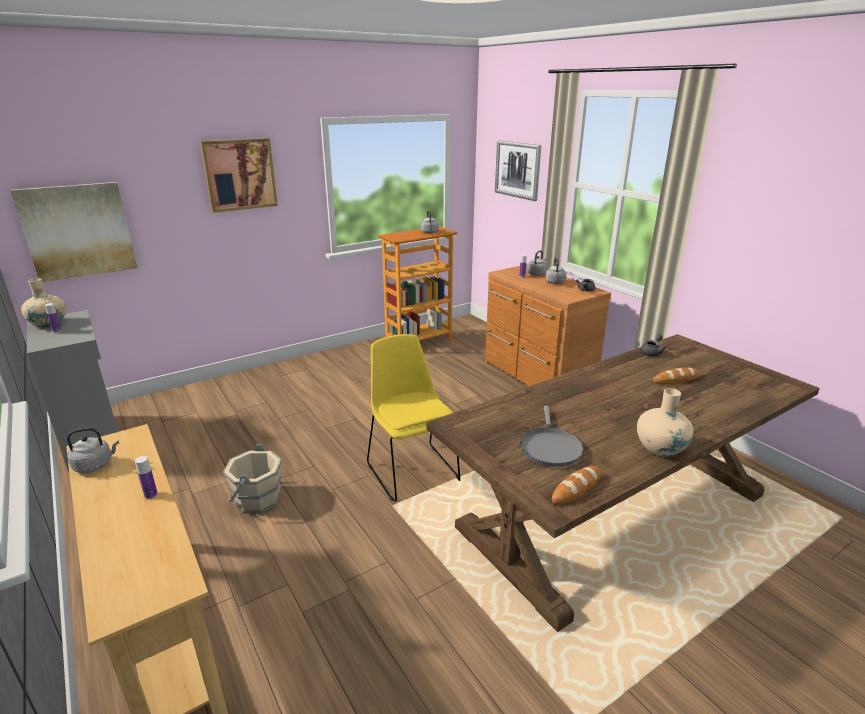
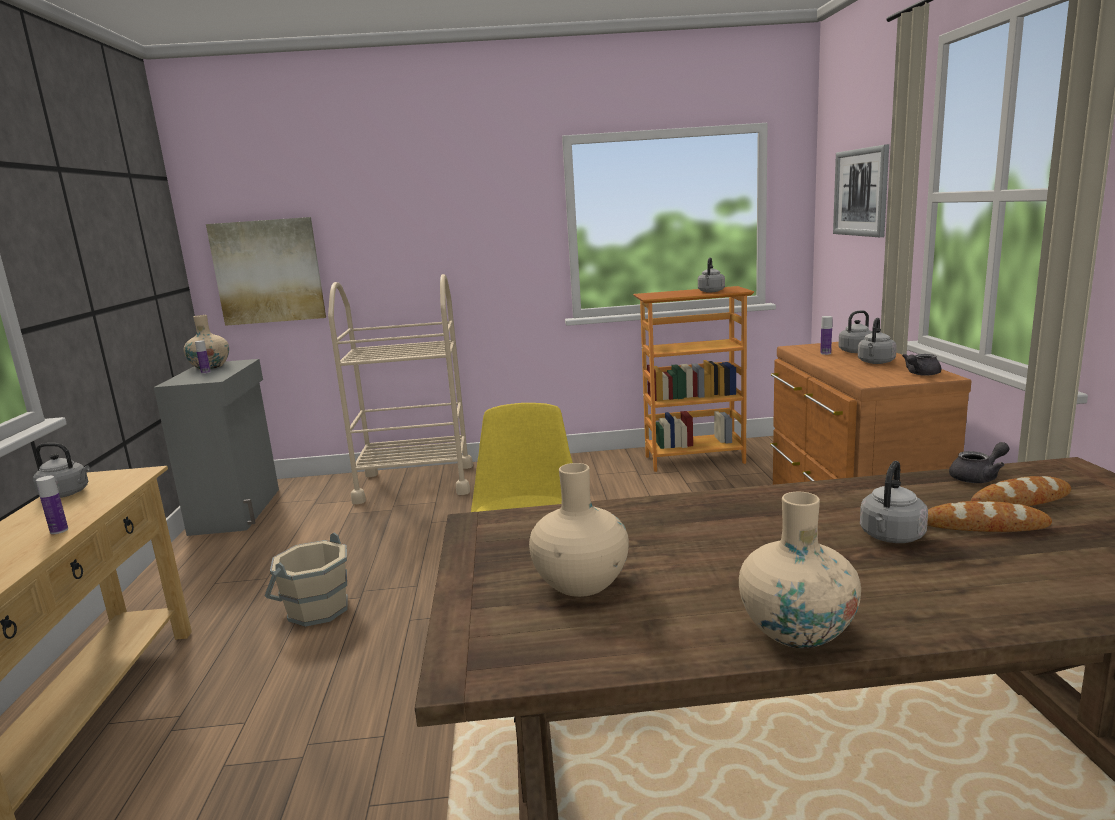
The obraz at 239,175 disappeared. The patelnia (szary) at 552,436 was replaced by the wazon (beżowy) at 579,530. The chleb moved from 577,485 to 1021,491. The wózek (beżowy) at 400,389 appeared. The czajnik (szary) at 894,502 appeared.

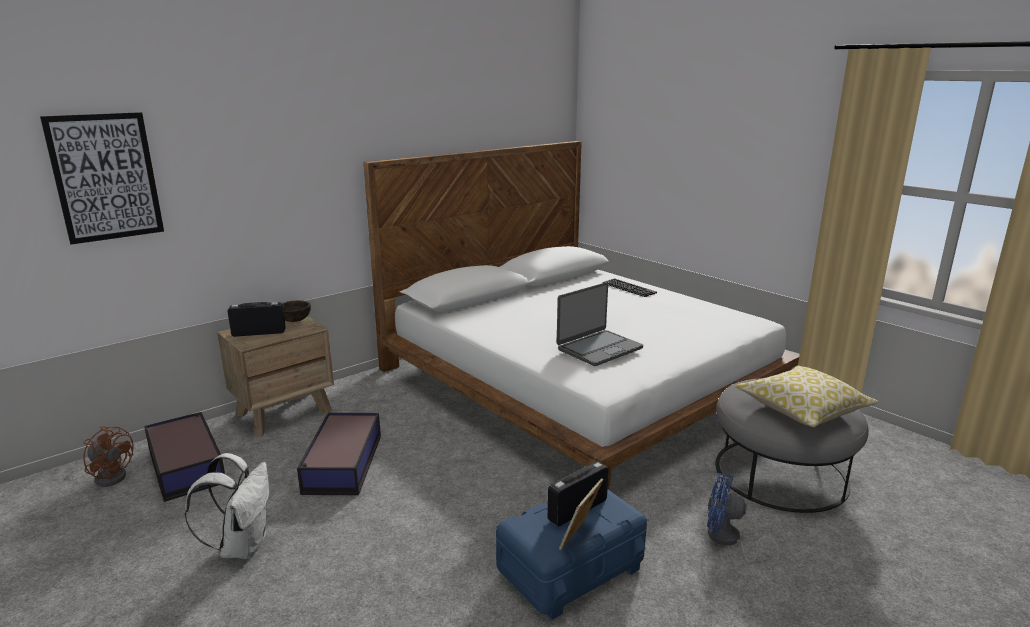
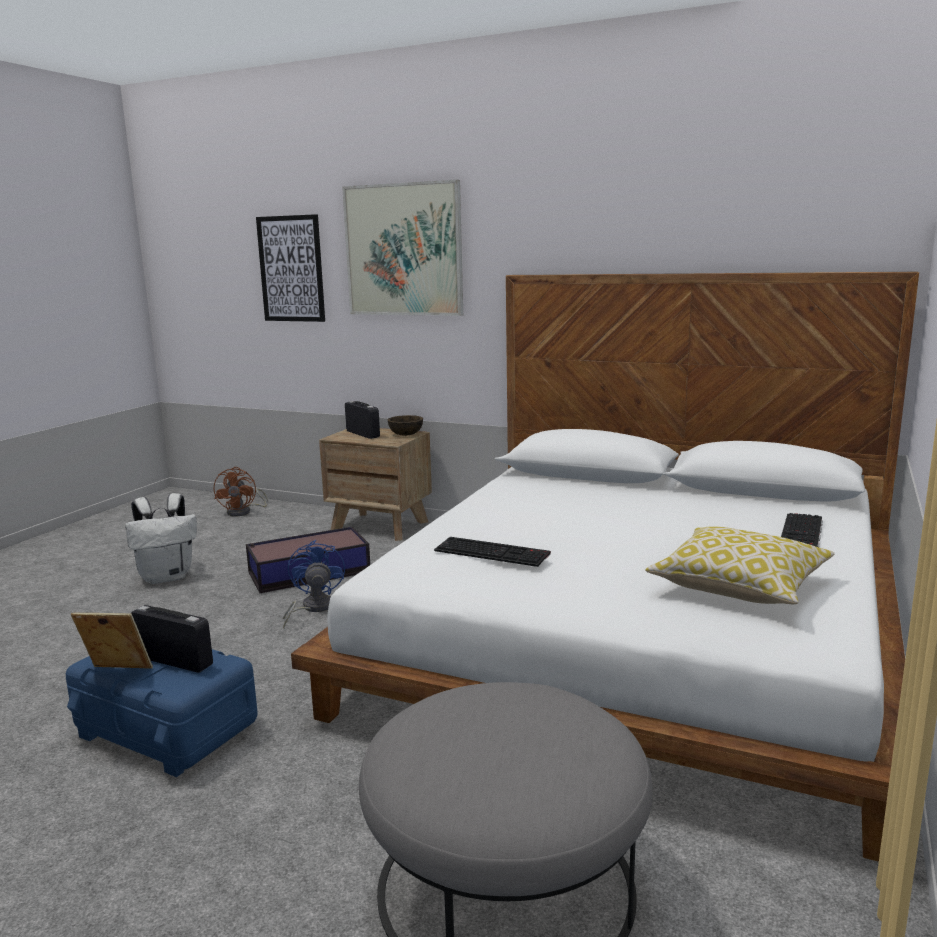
The laptop at 600,324 was replaced by the klawiatura at 492,552. The poduszka moved from 807,396 to 740,565. The pojemnik do przechowywania at 184,457 disappeared. The wentylator (niebieski) moved from 743,520 to 314,584. The obraz at 402,248 appeared.

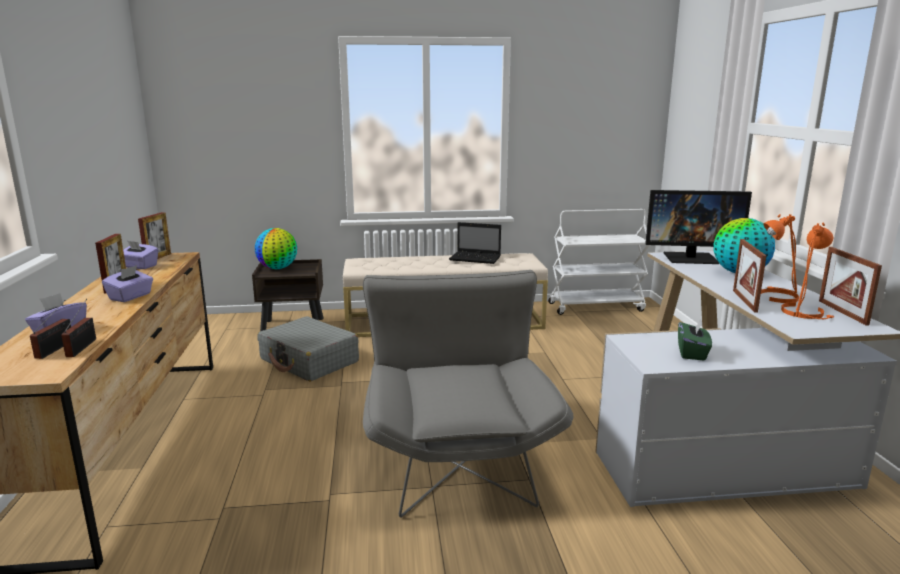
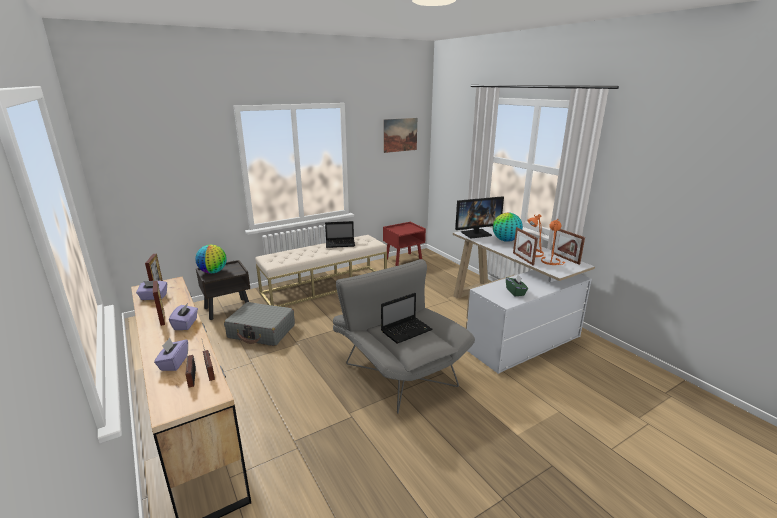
The wózek (biały) at 599,262 was replaced by the szafka nocna (czerwony) at 404,244. The obraz at 400,135 appeared. The laptop at 407,318 appeared.

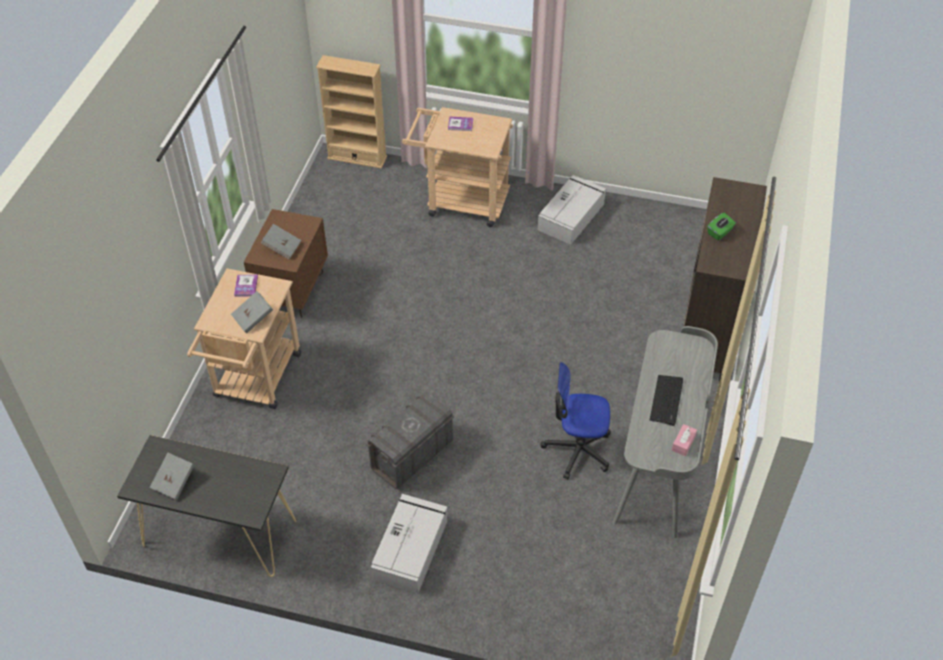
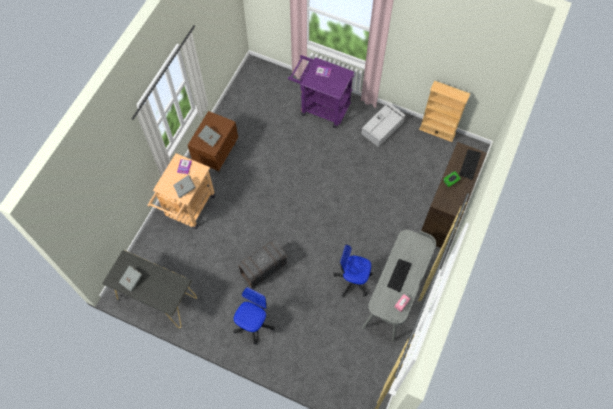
The regał (beżowy) moved from 351,112 to 444,111. The wózek (beżowy) at 457,167 became the wózek (fioletowy) at 321,91. The pojemnik do przechowywania (szary) at 409,544 was replaced by the krzesło biurowe at 254,315. The klawiatura at 470,164 appeared.

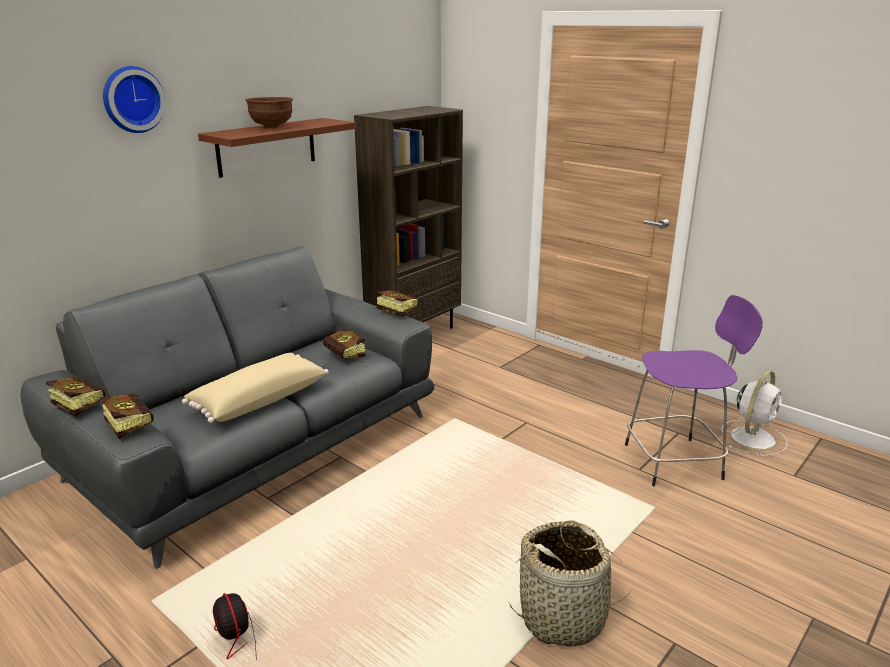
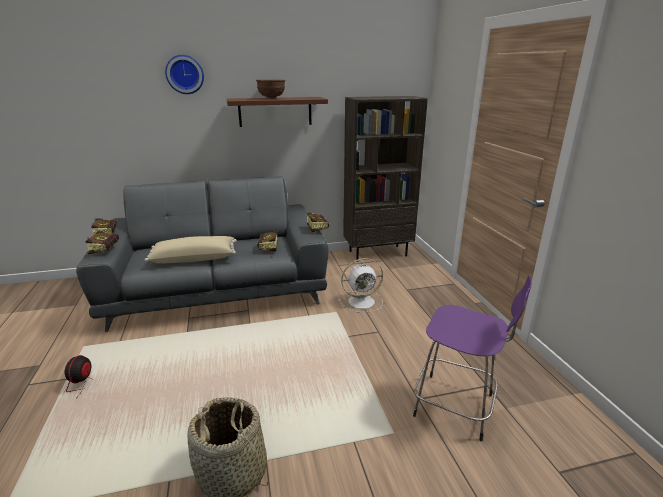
The wentylator (biały) moved from 754,413 to 360,285.

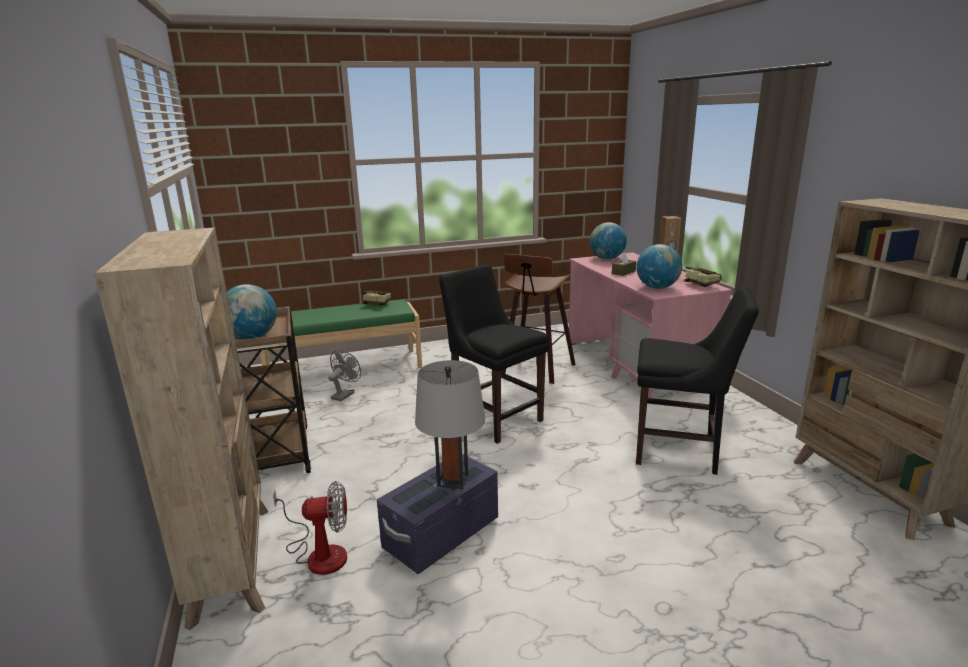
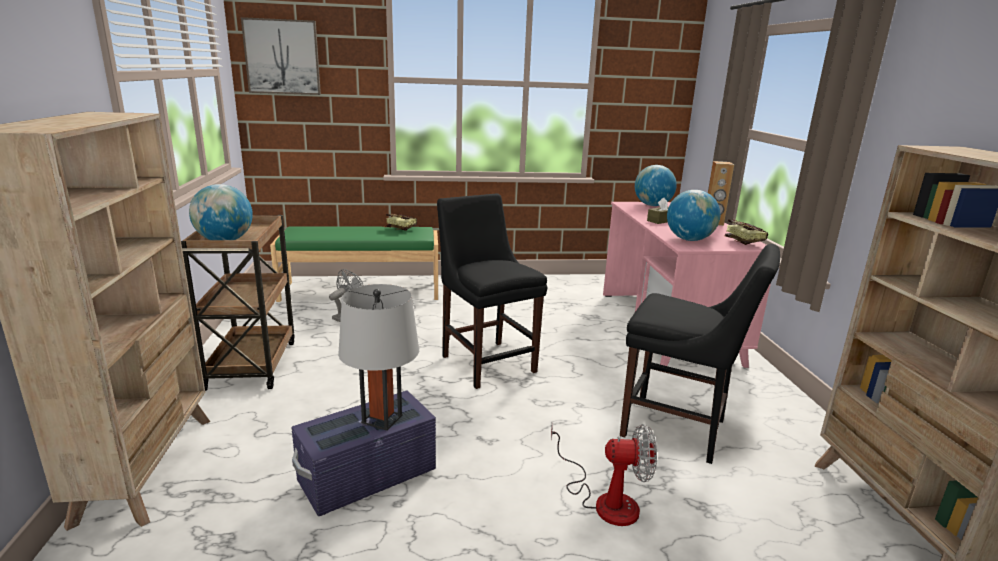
The stołek at 538,319 disappeared. The wentylator moved from 310,528 to 604,475. The obraz at 281,56 appeared.

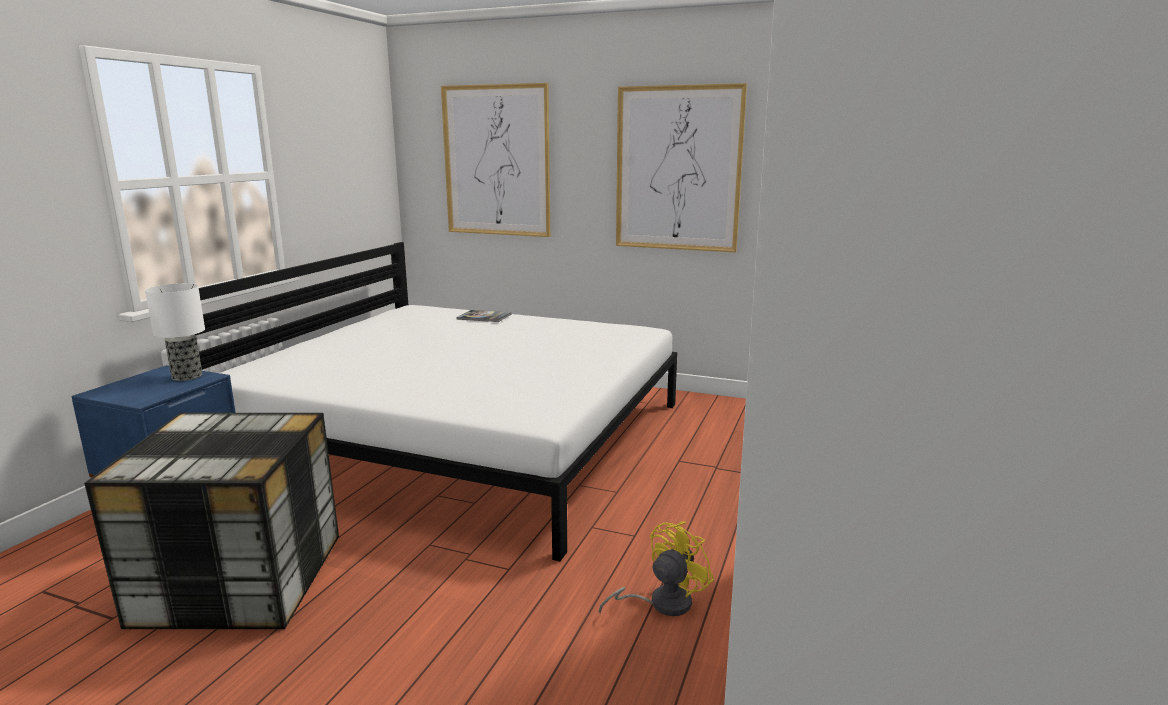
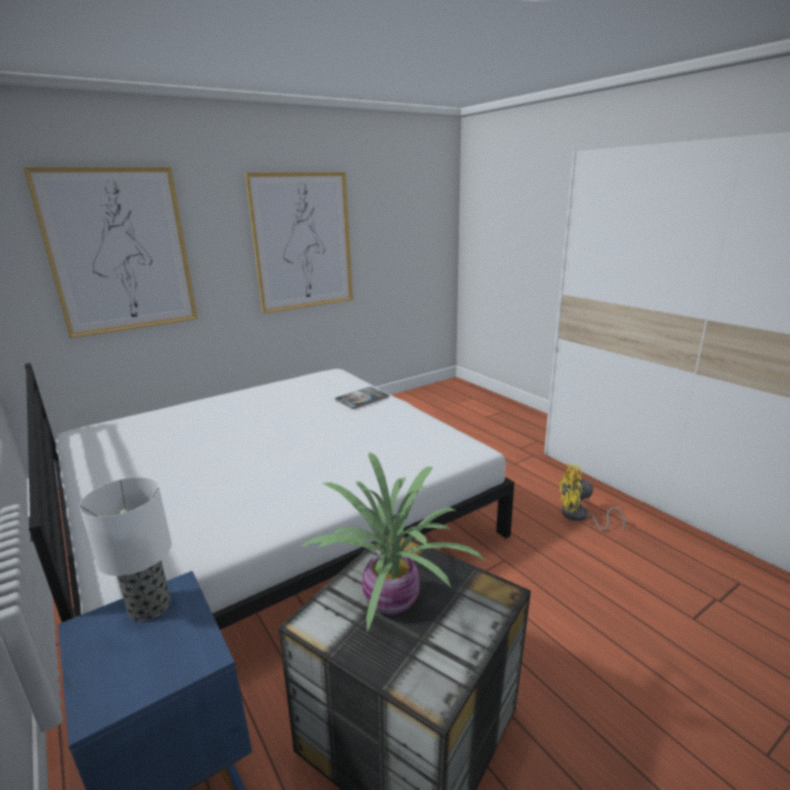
The książka moved from 484,316 to 362,397. The wentylator (żółty) at 656,568 turned 75 degrees counterclockwise. The roślina doniczkowa at 392,542 appeared.

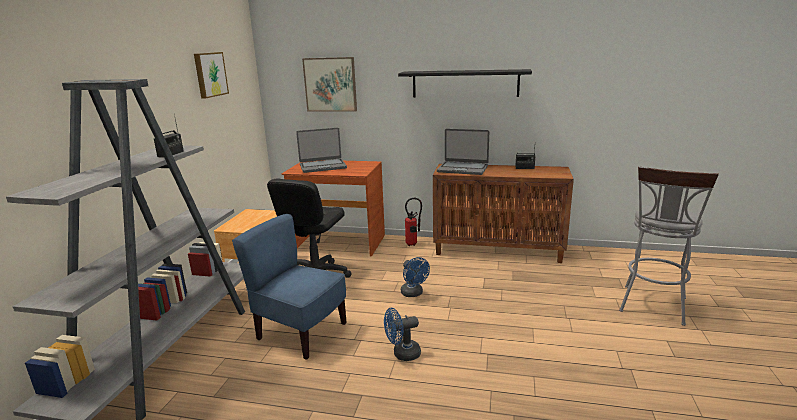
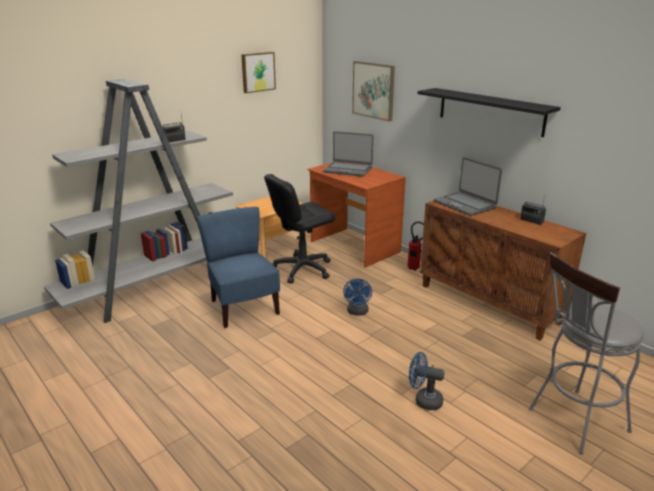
The wentylator (niebieski) moved from 402,334 to 427,381.

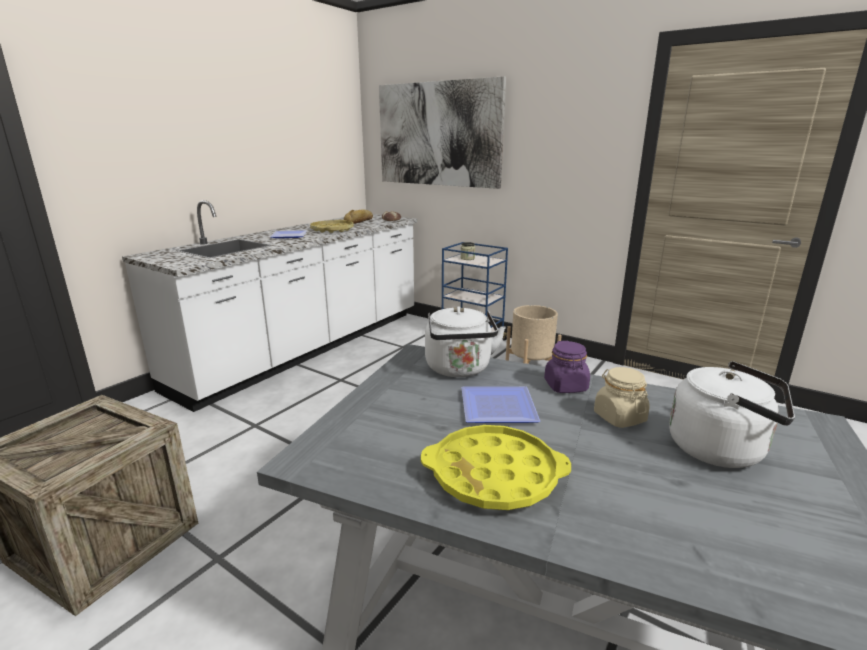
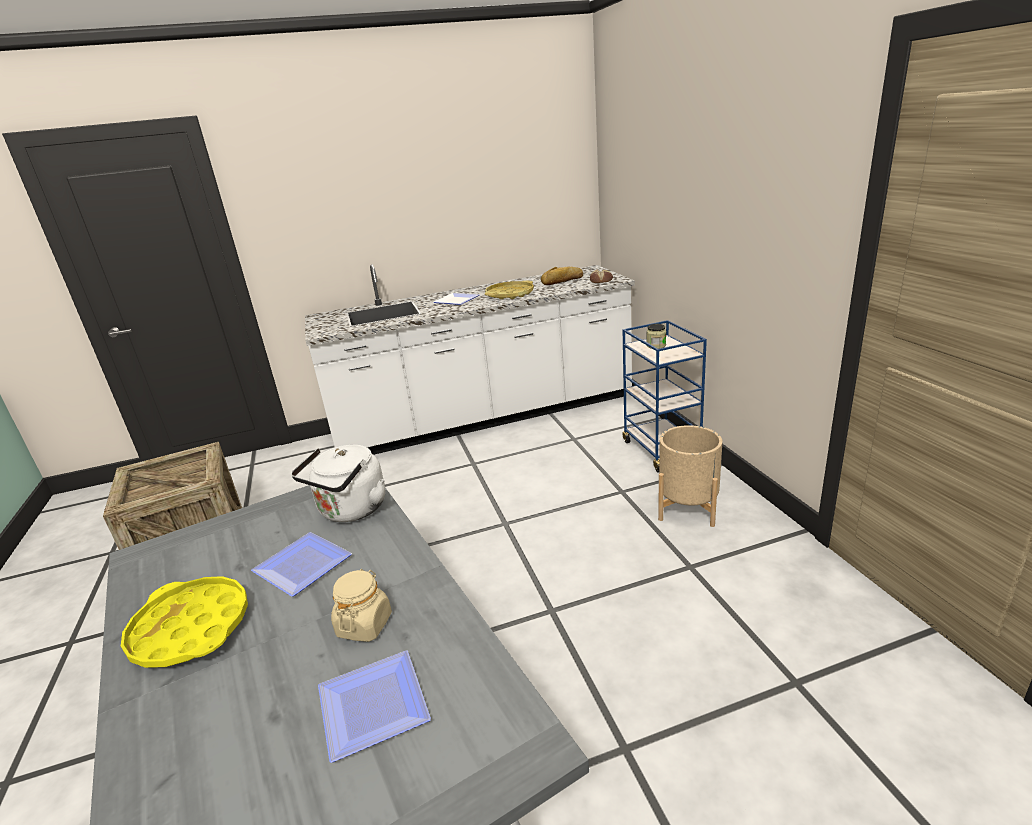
The obraz at 442,132 disappeared. The słoik (fioletowy) at 567,367 disappeared. The czajnik (biały) at 732,414 was replaced by the talerz at 374,706.

